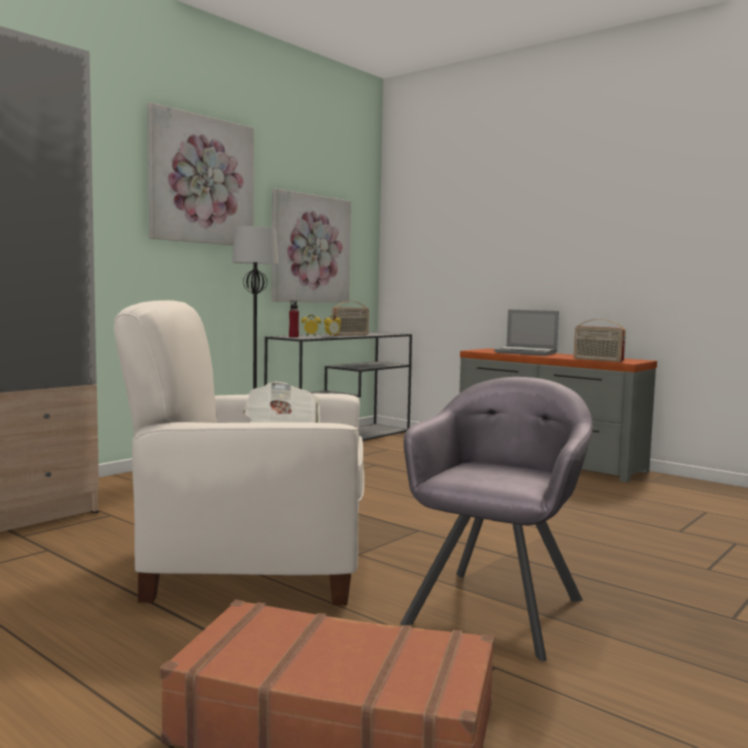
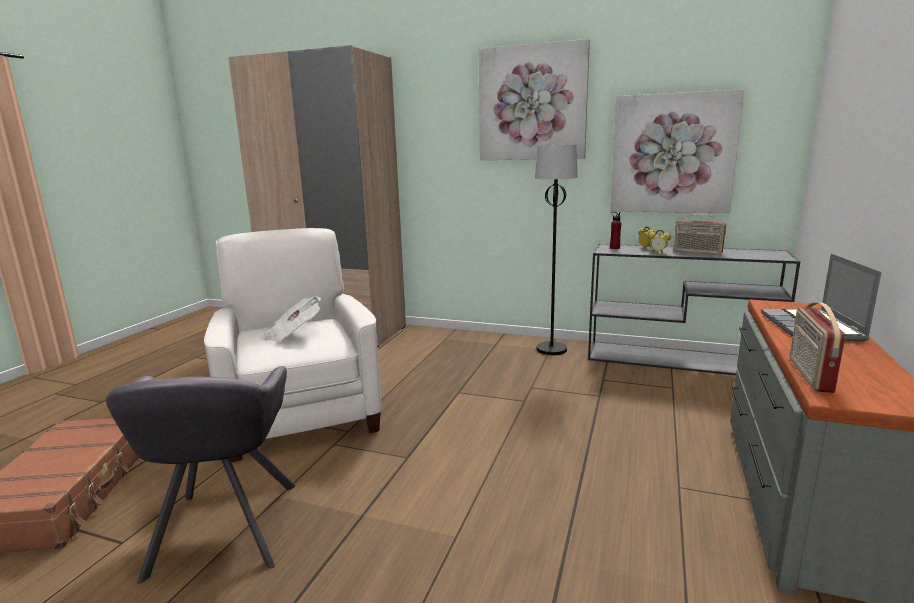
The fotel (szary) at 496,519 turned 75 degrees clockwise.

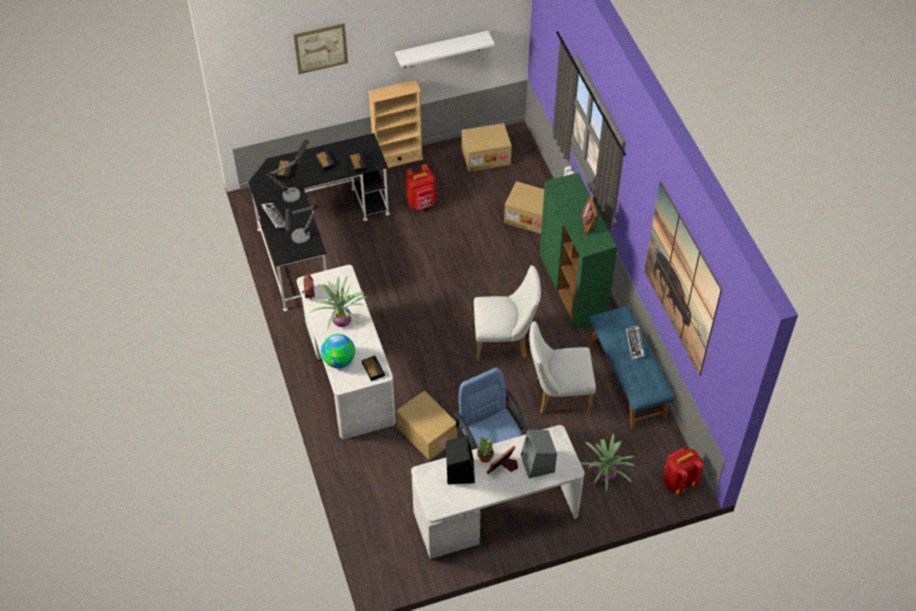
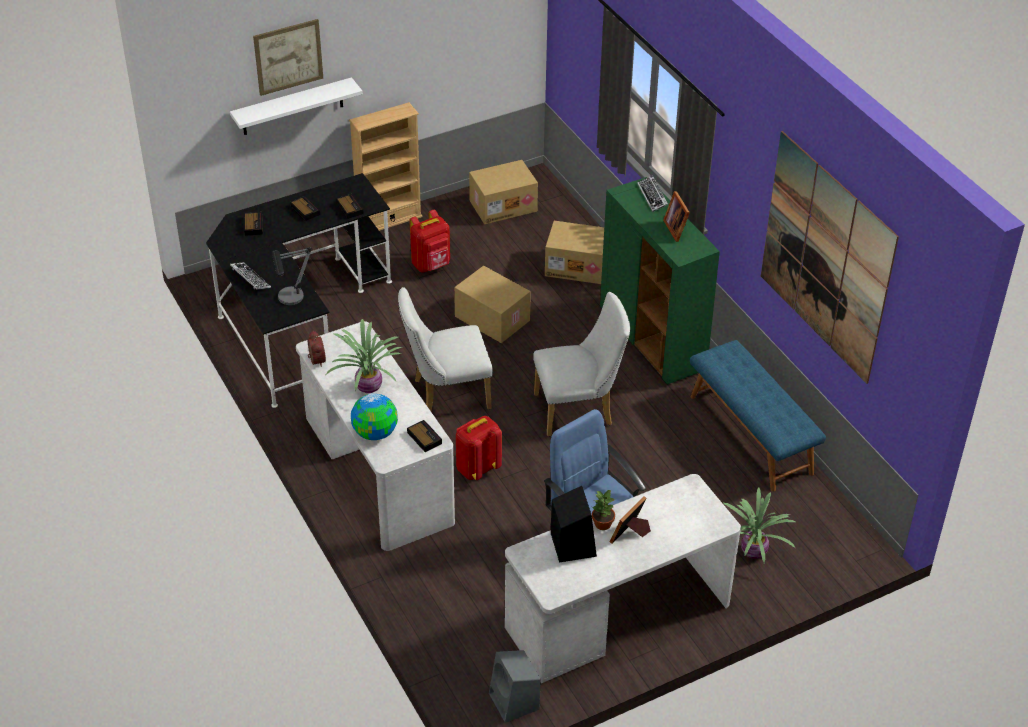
The półka (biały) moved from 445,49 to 296,106. The lampa stołowa at 288,171 disappeared. The krzesło (biały) moved from 562,367 to 445,349. The klawiatura moved from 635,342 to 652,193. The karton moved from 426,425 to 492,304. The głośnik (szary) moved from 539,454 to 515,686. The plecak (czerwony) moved from 683,472 to 479,448.

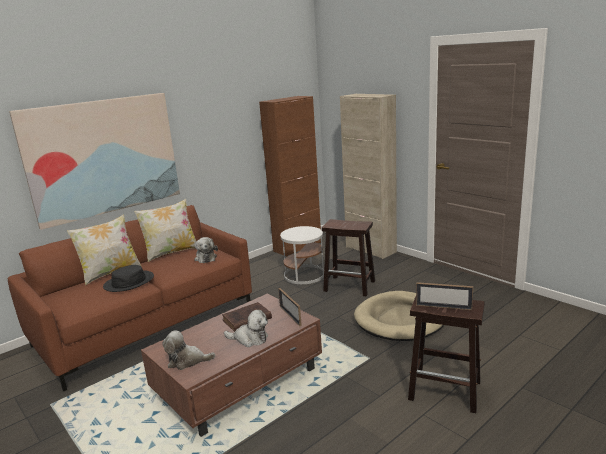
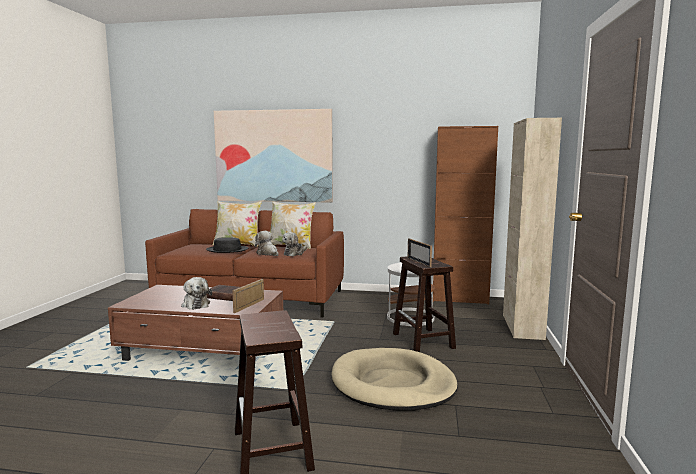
The ramka na zdjęcie moved from 444,296 to 420,253. The pluszak moved from 188,350 to 267,243.

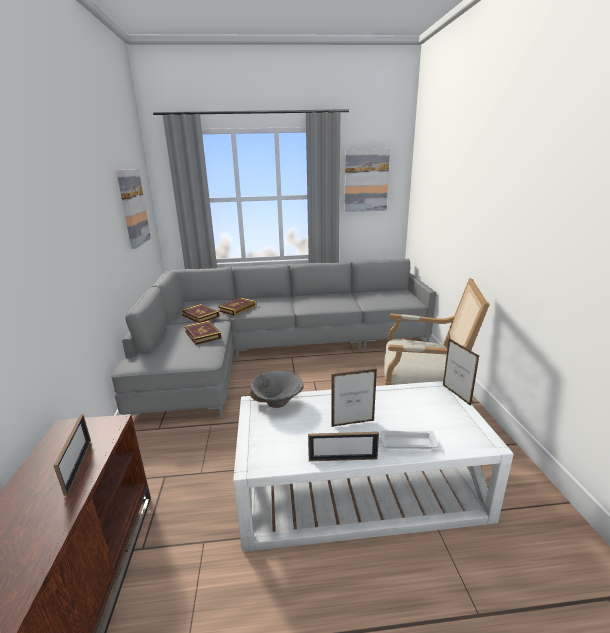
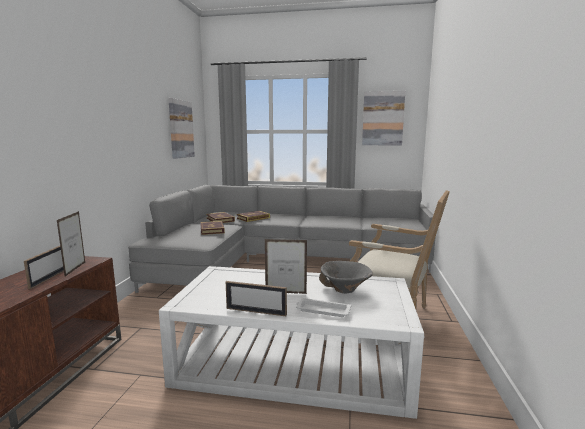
The ramka na zdjęcie moved from 461,372 to 71,244. The miska (szary) moved from 277,389 to 346,277.

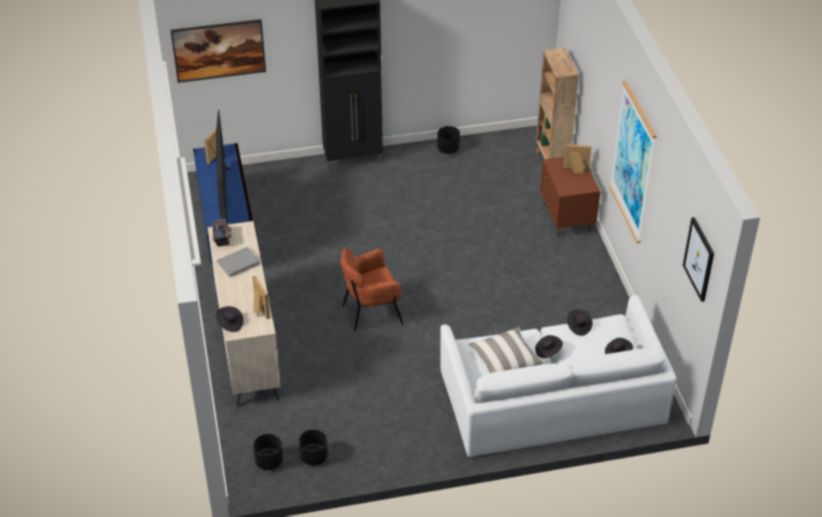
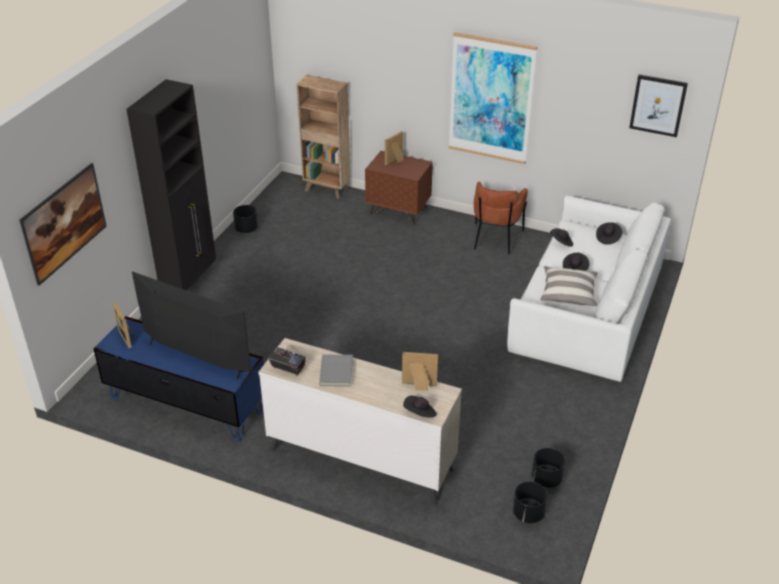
The fotel (brązowy) moved from 372,290 to 501,218.

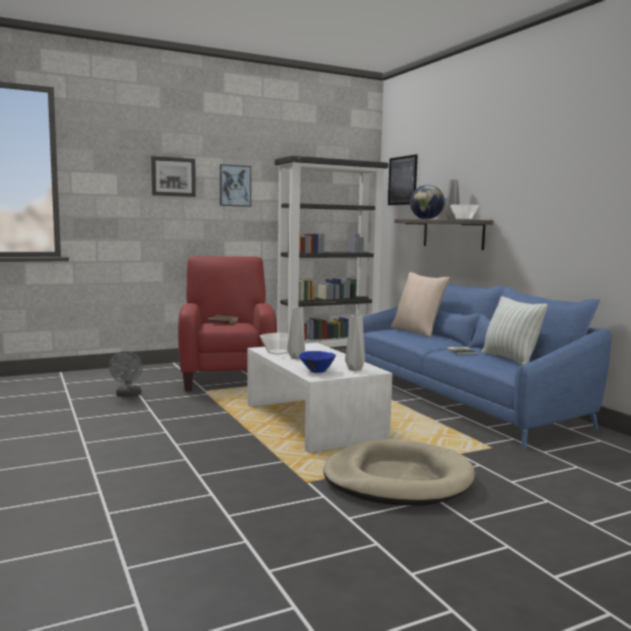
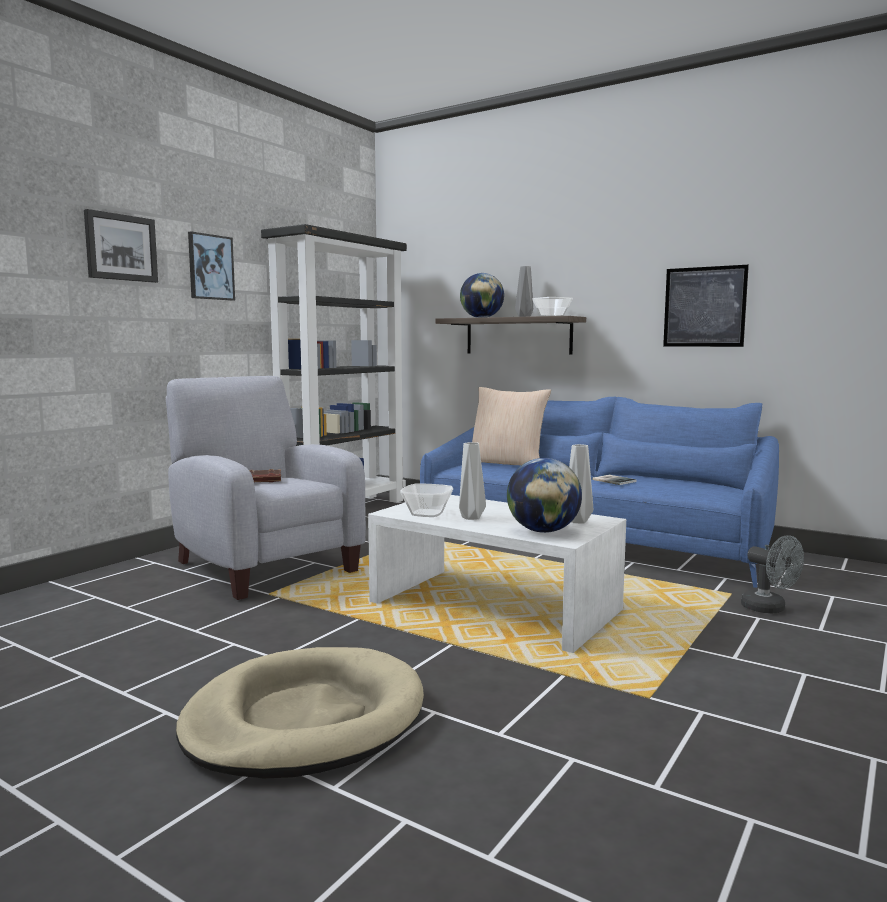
The obraz moved from 403,179 to 706,306. The fotel (czerwony) at 227,323 became the fotel (szary) at 266,488. The poduszka at 515,330 disappeared. The wentylator (szary) moved from 125,374 to 772,574. The miska (niebieski) at 317,362 was replaced by the globus at 544,495. The legowisko (beżowy) moved from 399,472 to 300,712.

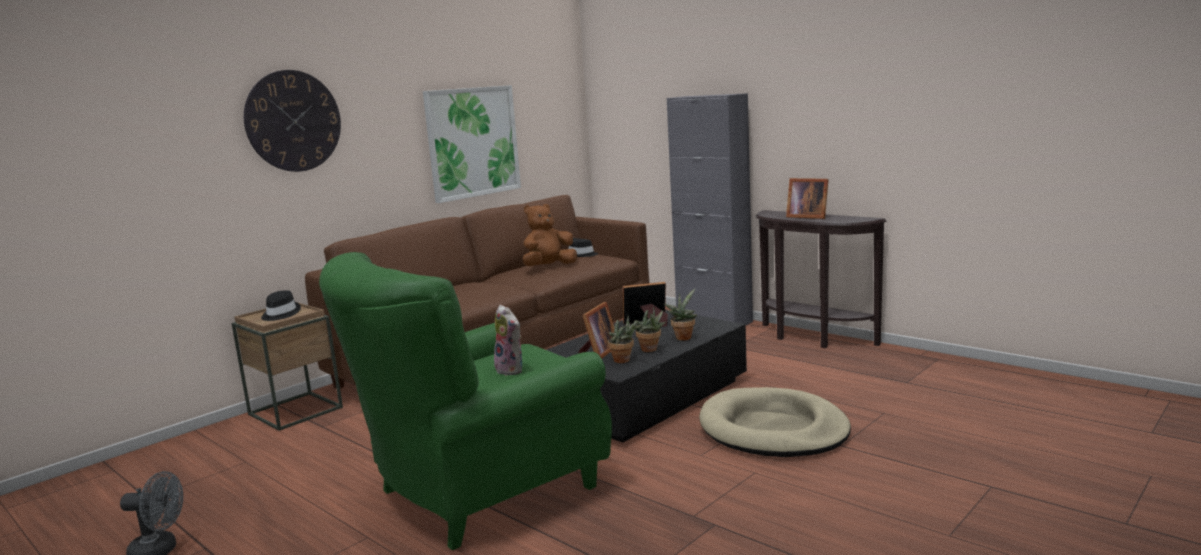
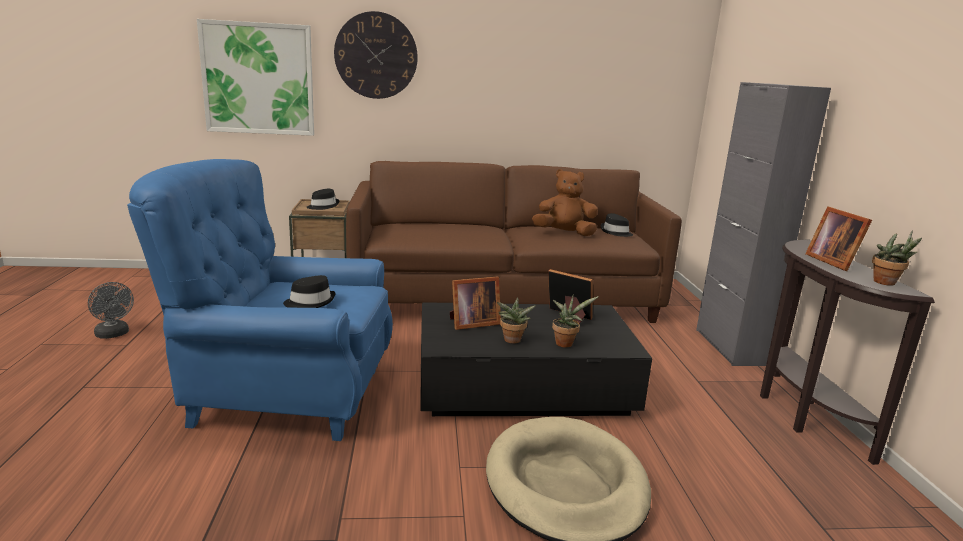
The obraz moved from 472,144 to 255,77. The fotel (zielony) at 465,401 became the fotel (niebieski) at 260,300. The pluszak at 508,340 was replaced by the kapelusz (czarny) at 309,291. The roślina doniczkowa moved from 623,339 to 897,258.

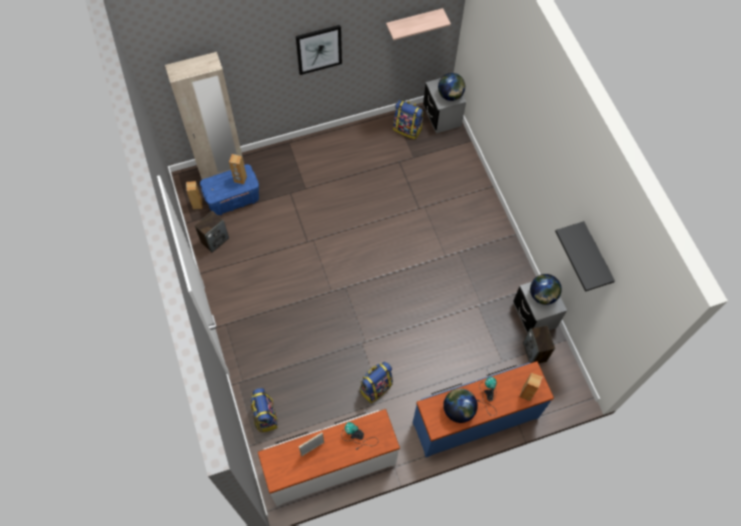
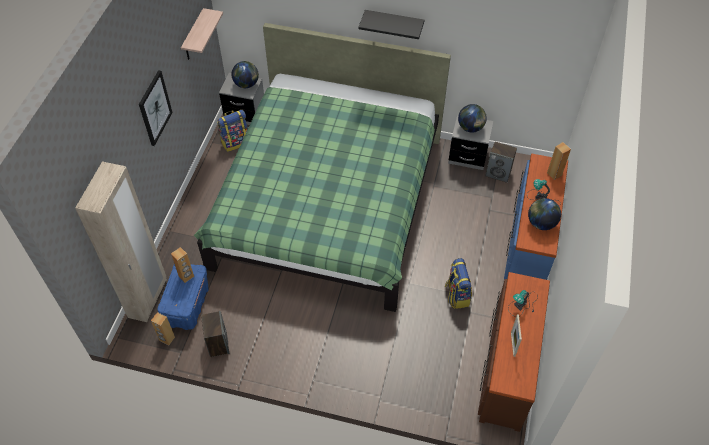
The półka (czarny) moved from 585,256 to 391,24. The plecak at 264,410 disappeared. The komoda (biały) at 329,457 became the komoda (brązowy) at 514,352. The łóżko (zielony) at 322,167 appeared.

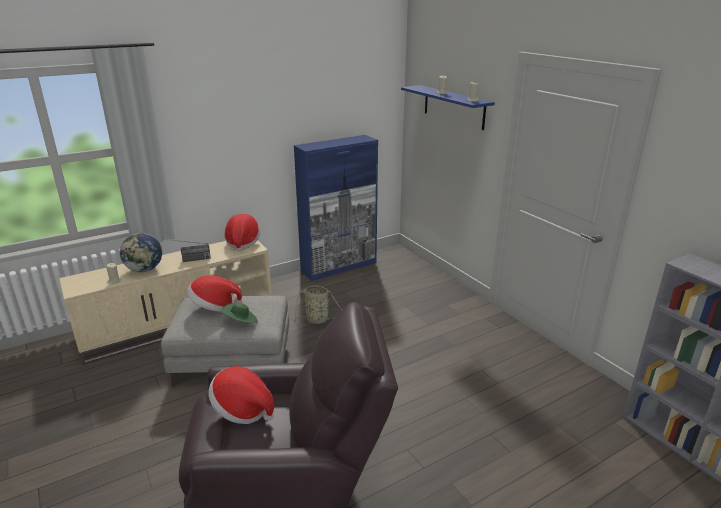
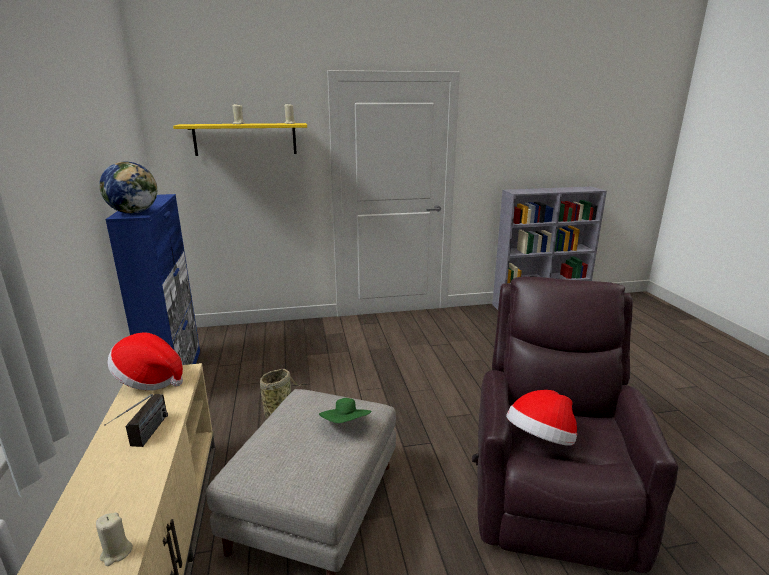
The półka (niebieski) at 448,107 became the półka (żółty) at 240,139. The globus moved from 141,252 to 128,188. The kapelusz at 214,293 disappeared.

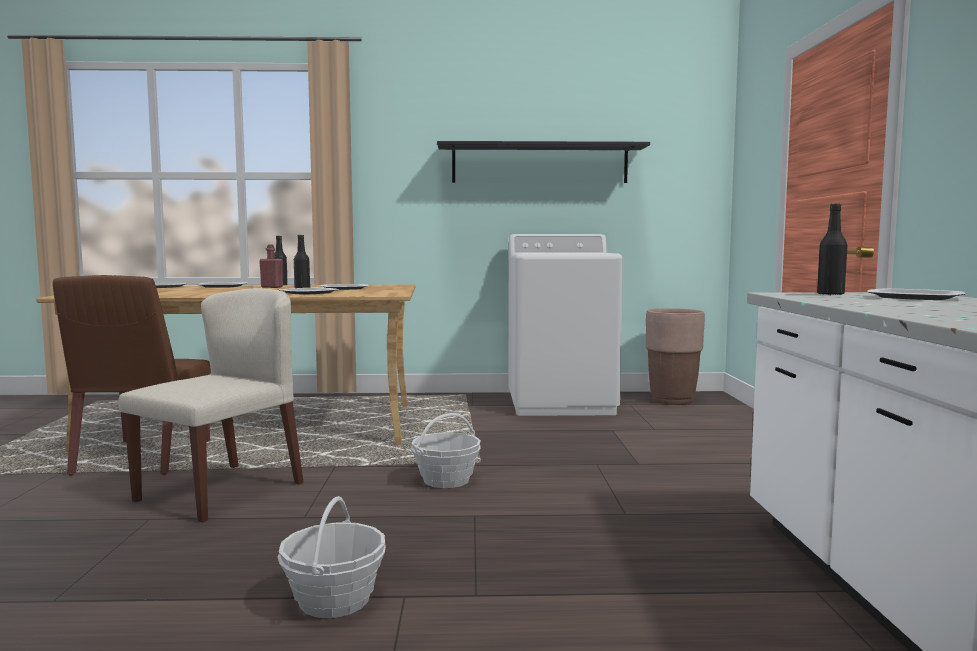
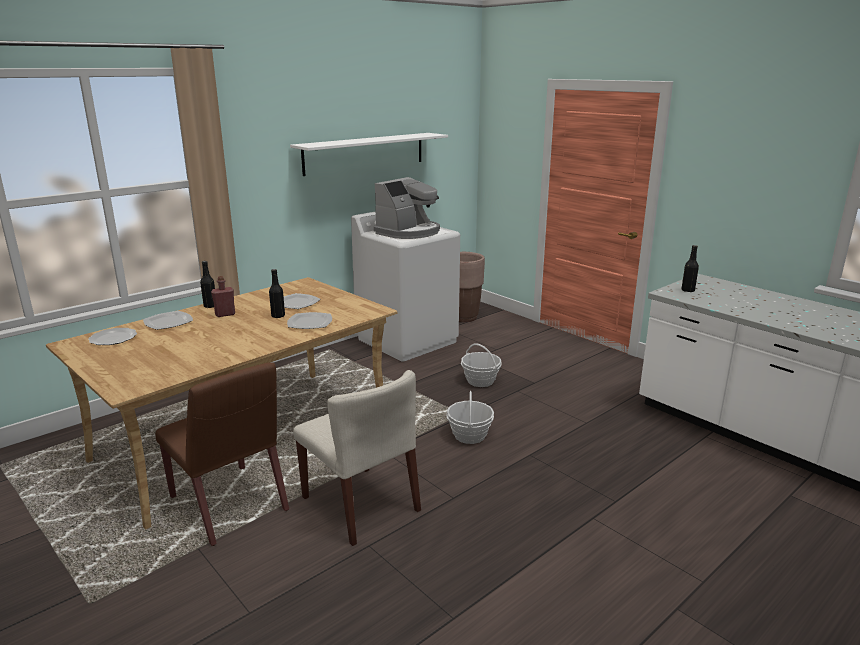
The półka (czarny) at 543,162 became the półka (biały) at 369,154. The krzesło (beżowy) at 211,405 turned 150 degrees clockwise. The talerz at 916,294 disappeared. The koszyk moved from 331,557 to 481,365. The ekspres do kawy at 407,208 appeared.

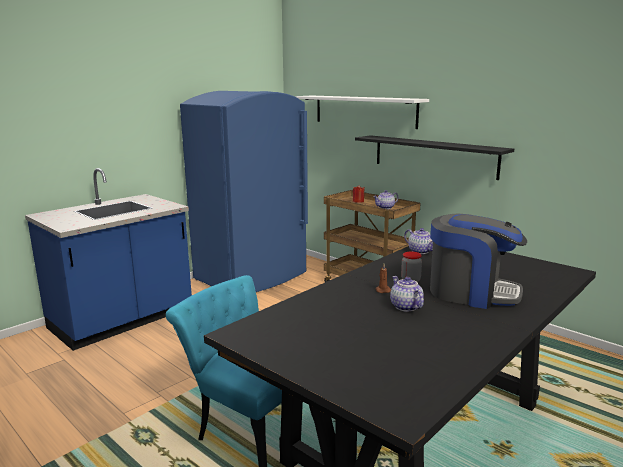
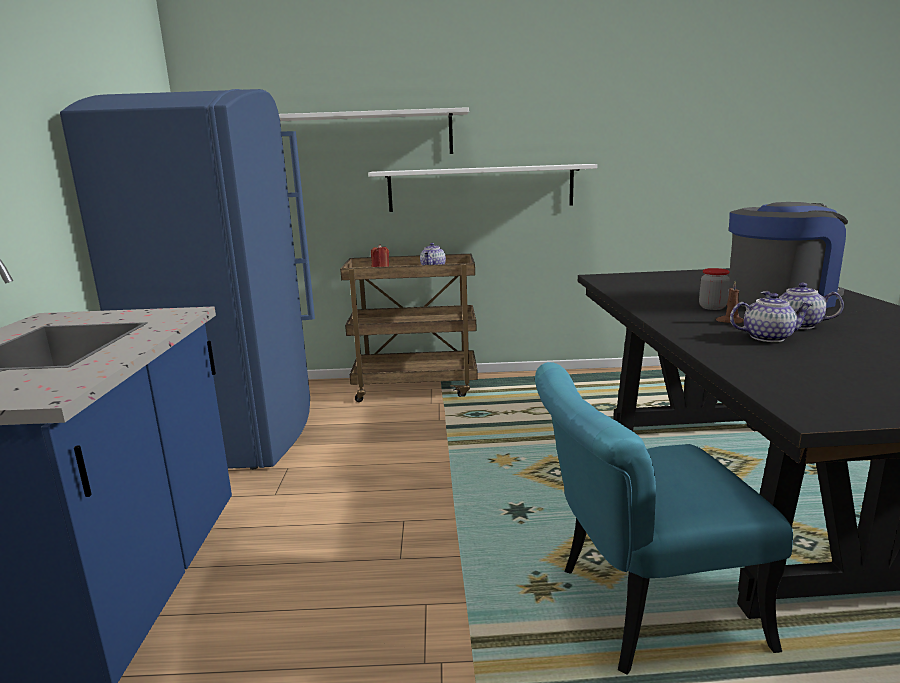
The półka (czarny) at 434,157 became the półka (biały) at 482,188. The imbryk moved from 418,241 to 771,317.

